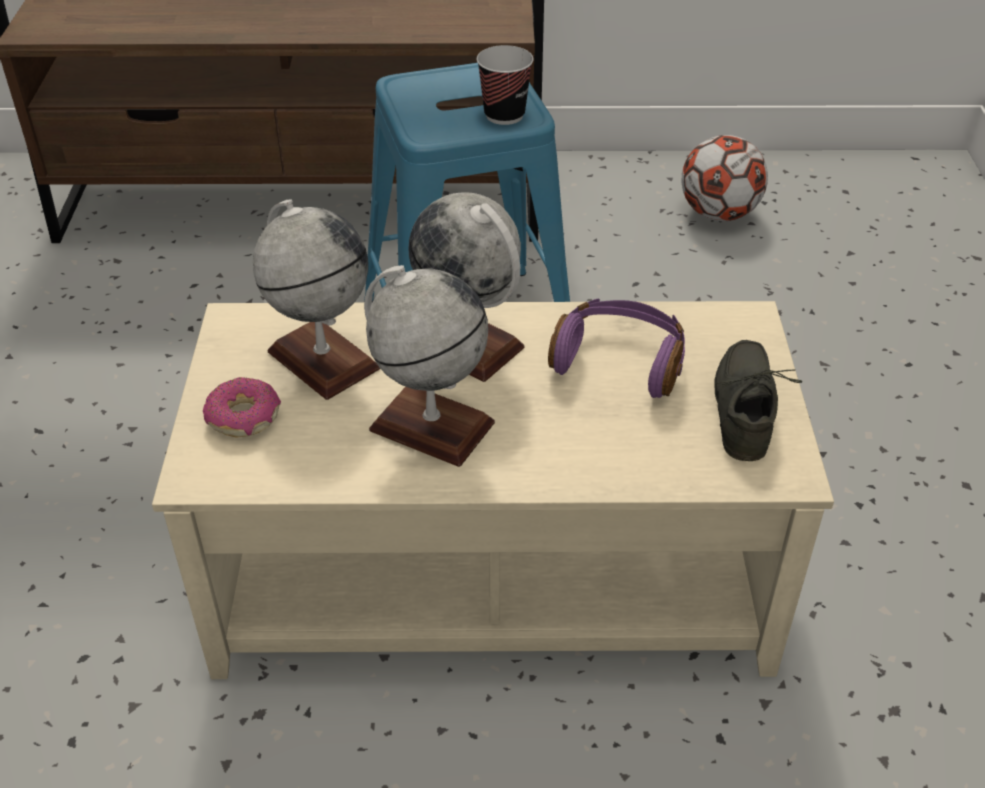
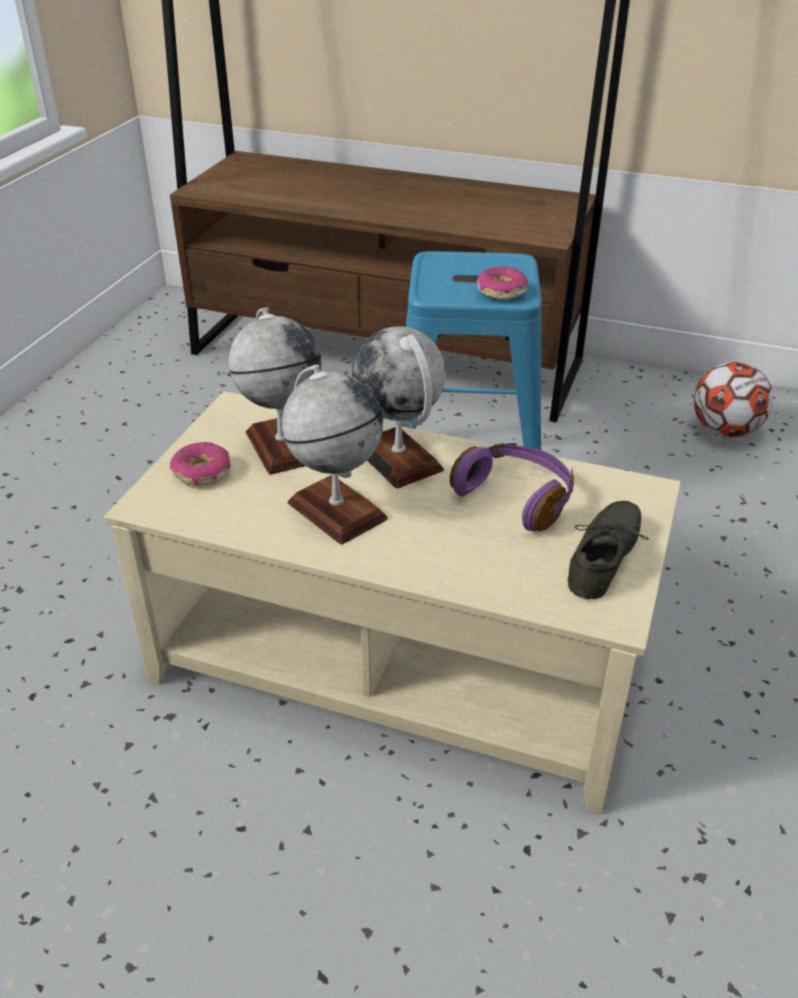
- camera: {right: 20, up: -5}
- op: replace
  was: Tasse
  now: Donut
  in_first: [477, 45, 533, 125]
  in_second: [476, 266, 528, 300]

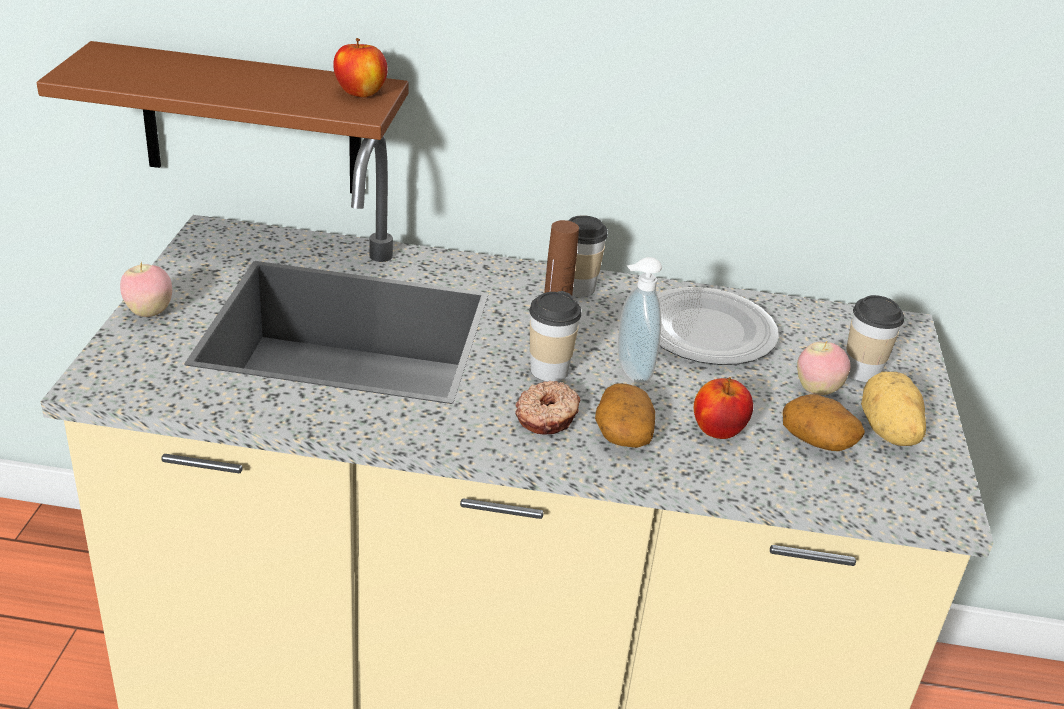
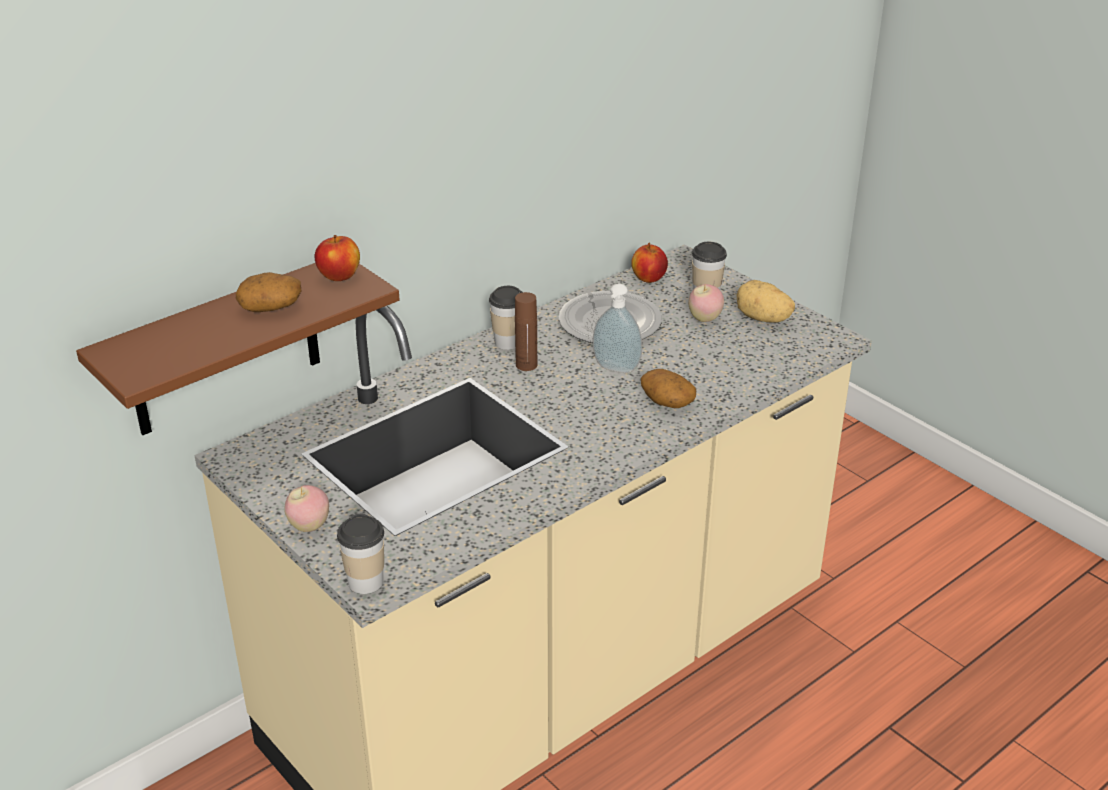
- camera: {right: -45, up: 0}
- op: delete
  was: Donut
  in_first: [515, 381, 580, 434]
- op: move
  was: Tasse
  in_first: [529, 291, 581, 382]
  in_second: [337, 514, 384, 594]
- op: move
  was: Apfel
  in_first: [694, 377, 753, 439]
  in_second: [631, 243, 668, 283]
- op: move
  was: Kartoffel
  in_first: [783, 394, 865, 451]
  in_second: [236, 272, 301, 312]

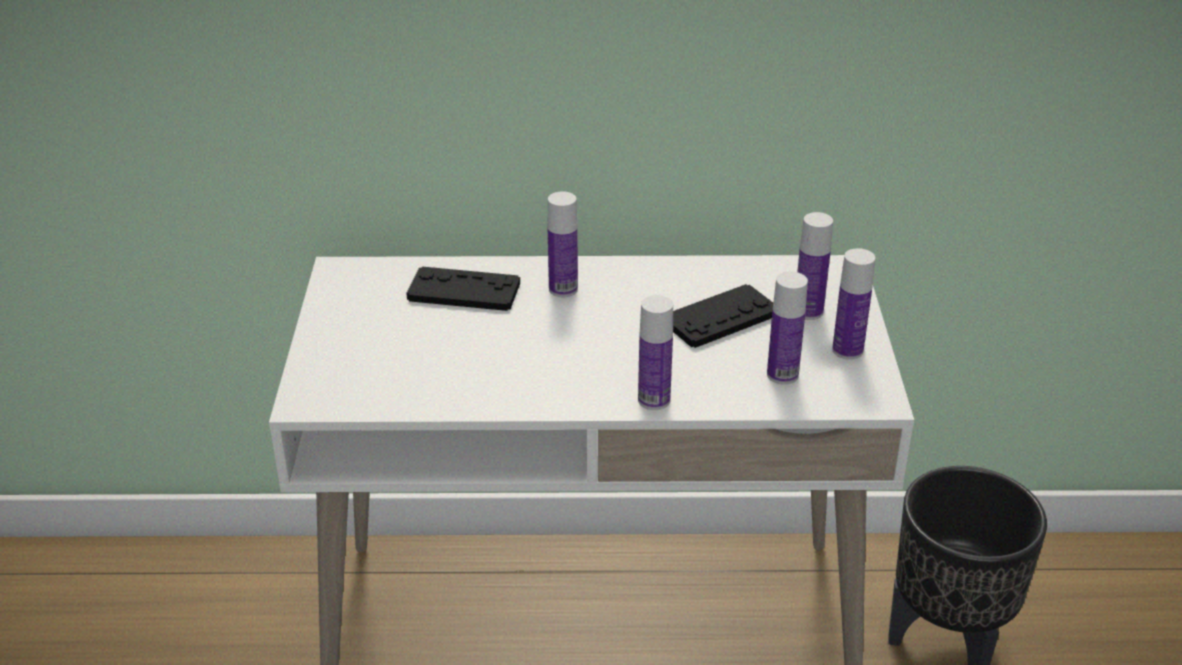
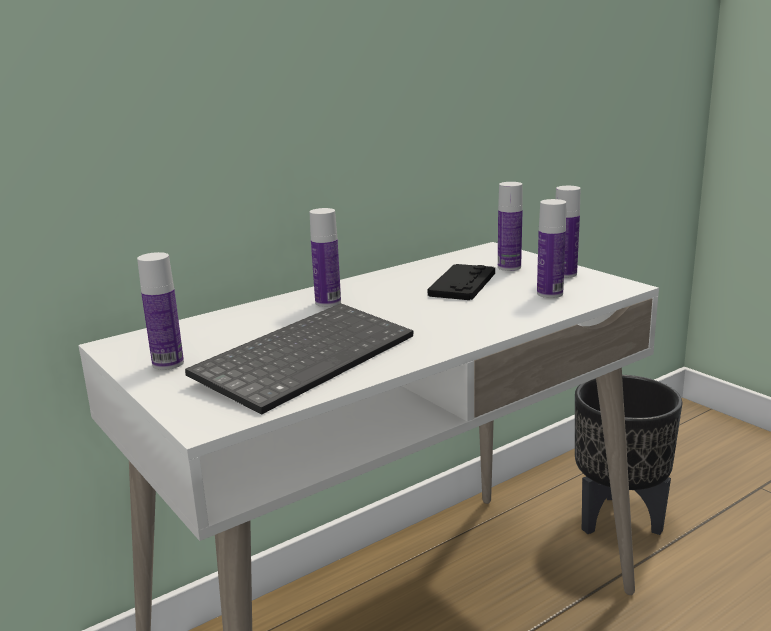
- camera: {right: -35, up: -15}
- op: delete
  was: Gamepad (schwarz)
  in_first: [406, 267, 520, 311]
- op: insert
  now: Tastatur
  in_second: [185, 303, 414, 415]
- op: move
  was: Flasche
  in_first: [638, 295, 673, 410]
  in_second: [137, 252, 184, 370]

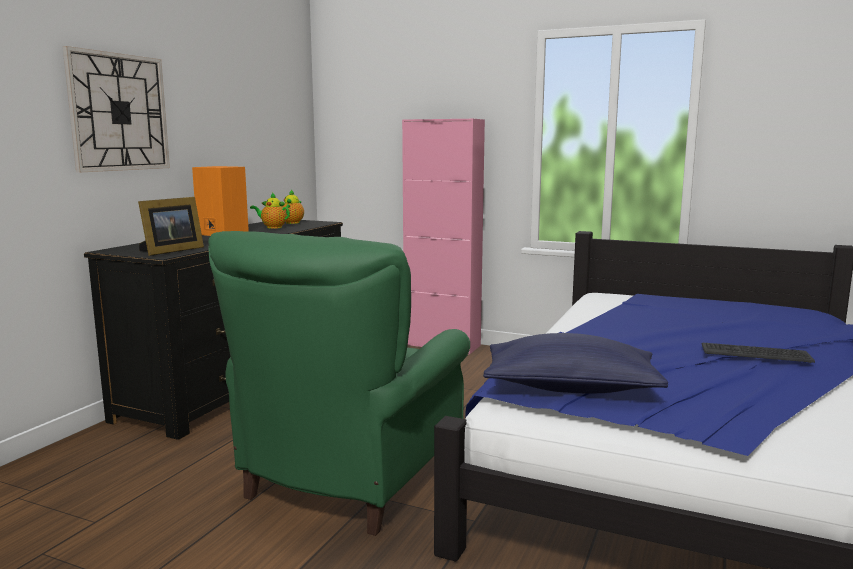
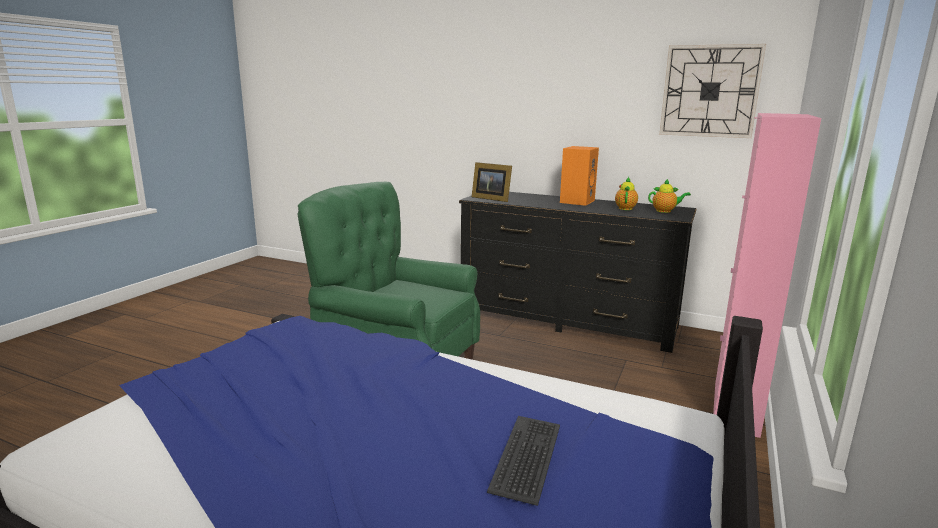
- camera: {right: 90, up: 5}
- op: delete
  was: Kissen (blau)
  in_first: [483, 333, 668, 394]
- op: move
  was: Wanduhr
  in_first: [63, 46, 170, 173]
  in_second: [659, 44, 766, 138]
- op: move
  was: Tastatur
  in_first: [702, 343, 815, 363]
  in_second: [487, 416, 560, 506]

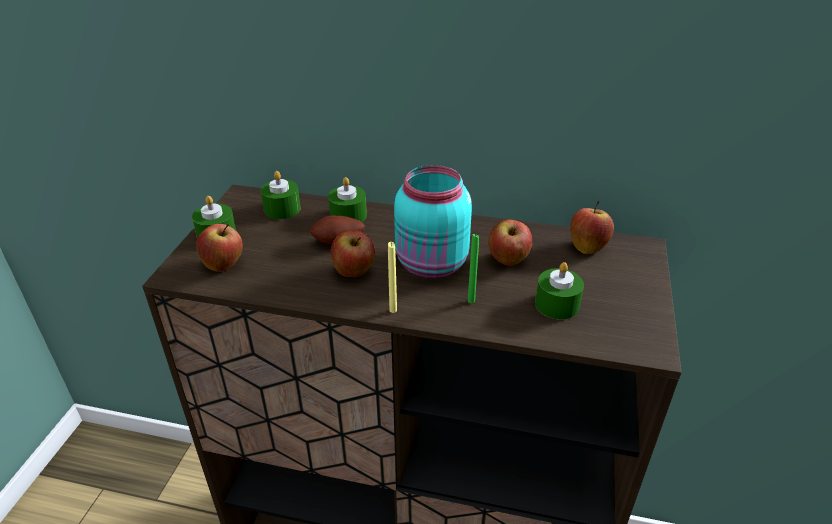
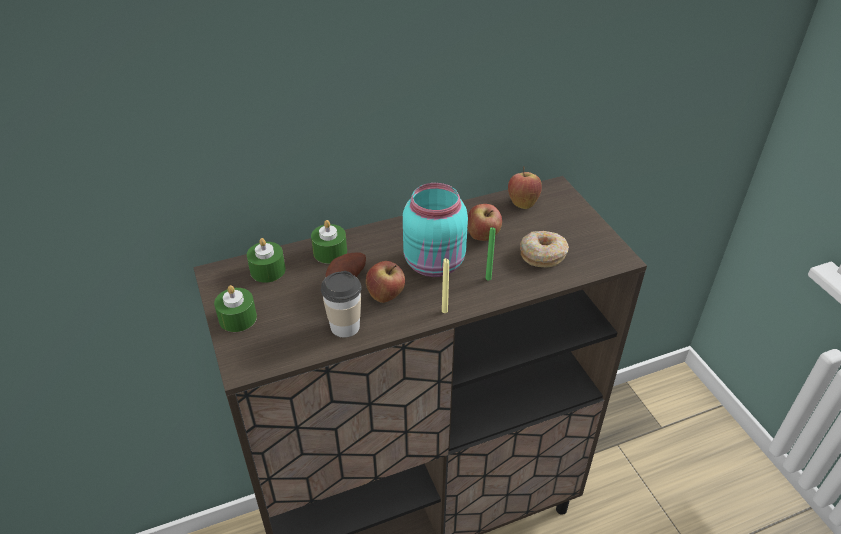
- camera: {right: -35, up: 5}
- op: delete
  was: Apfel
  in_first: [196, 224, 243, 272]
- op: insert
  now: Tasse
  in_second: [321, 271, 362, 338]
- op: replace
  was: Kerze (grün)
  now: Donut
  in_first: [535, 262, 584, 320]
  in_second: [520, 231, 569, 267]

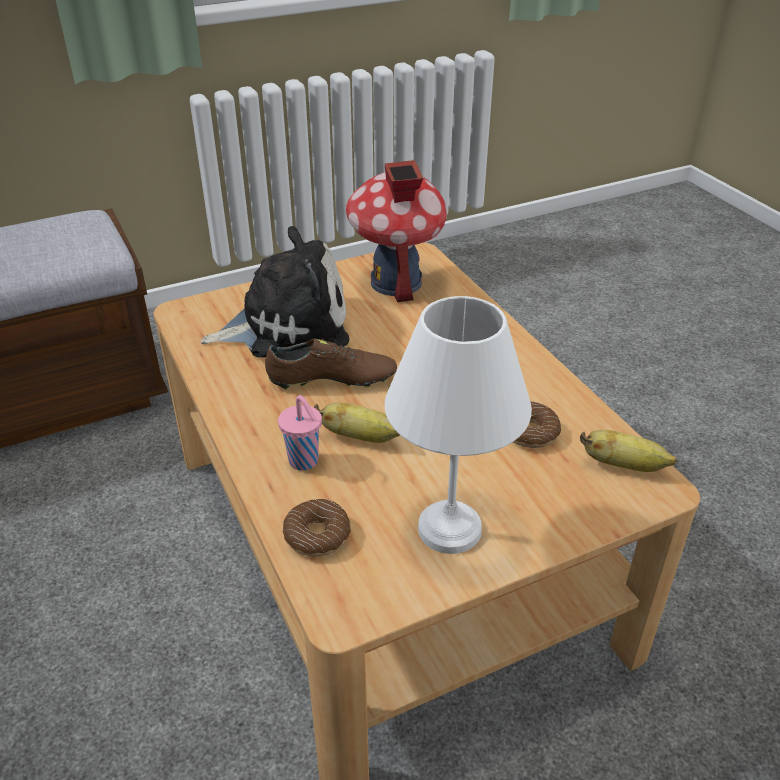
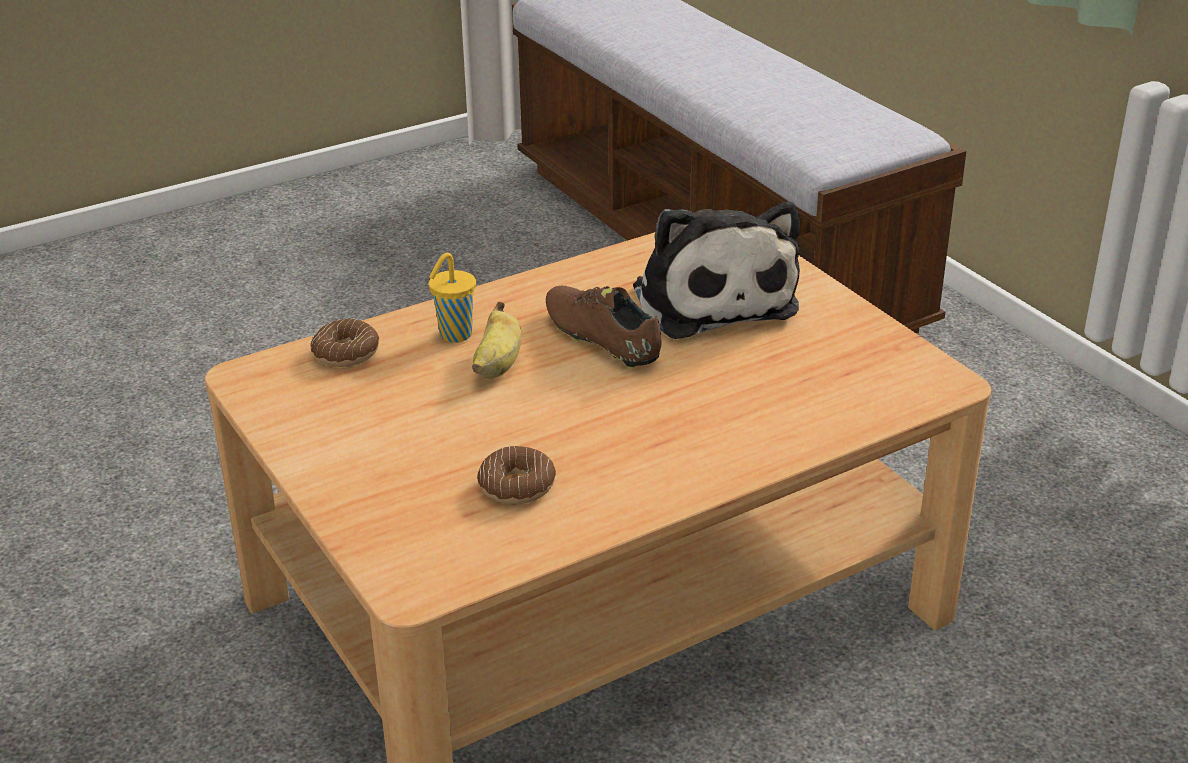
- camera: {right: 85, up: -5}
- op: delete
  was: Spielzeughaus
  in_first: [346, 160, 447, 302]
- op: delete
  was: Tischlampe (weiß)
  in_first: [385, 296, 532, 554]
- op: delete
  was: Banane
  in_first: [580, 430, 677, 472]
- op: recolor
  was: Tasse (rosa)
  now: Tasse (gelb)
  in_first: [278, 395, 322, 471]
  in_second: [429, 253, 476, 343]
- op: rotate
  was: Schuh (braun)
  in_first: [265, 339, 397, 389]
  in_second: [546, 286, 662, 369]
  clockwise: 150

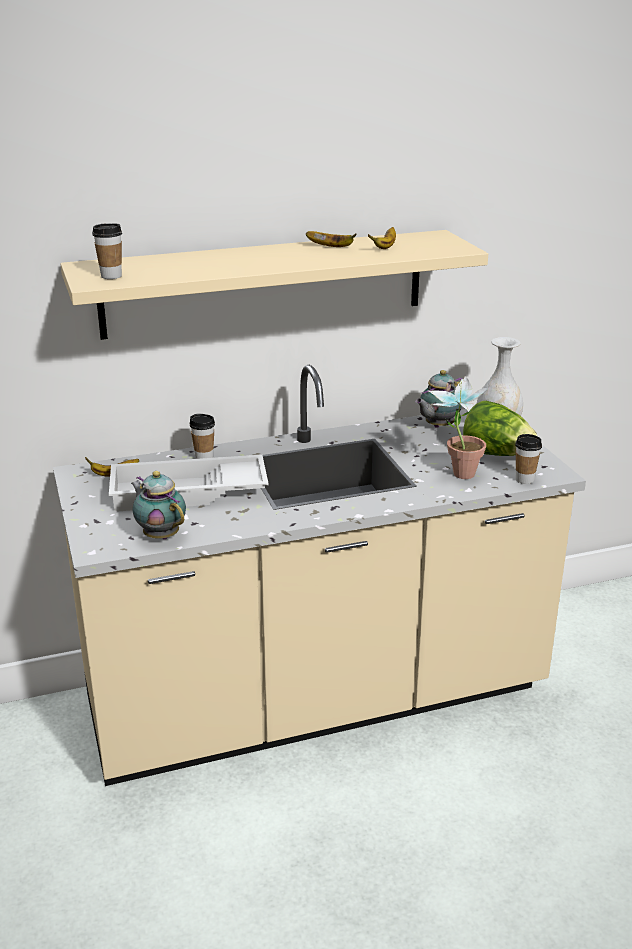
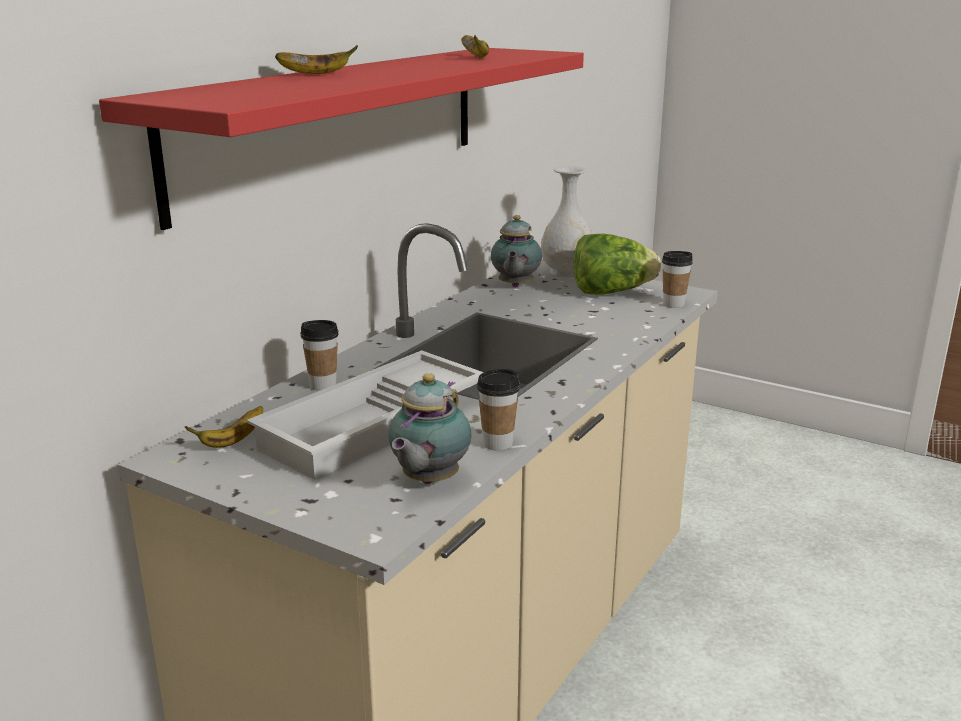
- camera: {right: -40, up: -5}
- op: delete
  was: Topfpflanze
  in_first: [428, 376, 491, 479]
- op: move
  was: Tasse
  in_first: [92, 223, 122, 279]
  in_second: [477, 369, 520, 451]
- op: move
  was: Banane
  in_first: [306, 231, 357, 247]
  in_second: [275, 45, 358, 74]
- op: recolor
  was: Wandregal (beige)
  now: Wandregal (rot)
  in_first: [60, 230, 488, 340]
  in_second: [99, 48, 584, 230]
- op: rotate
  was: Teekanne
  in_first: [131, 471, 186, 539]
  in_second: [388, 373, 472, 484]
  clockwise: -75

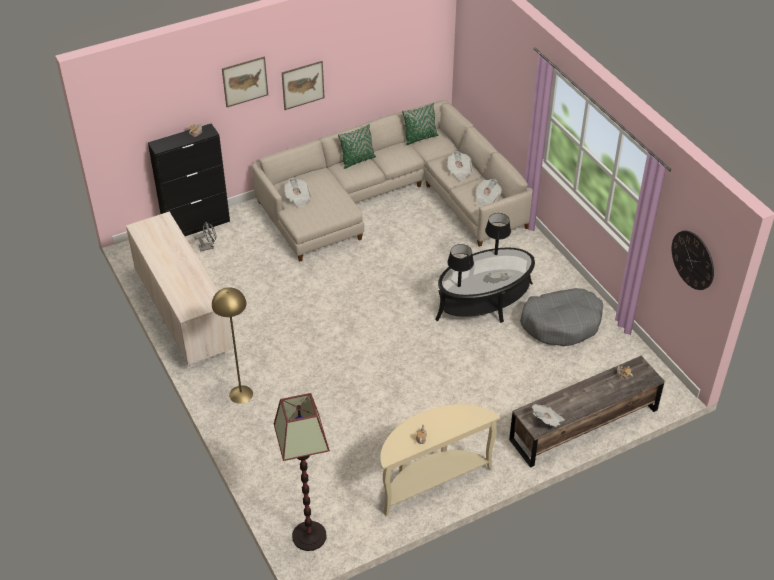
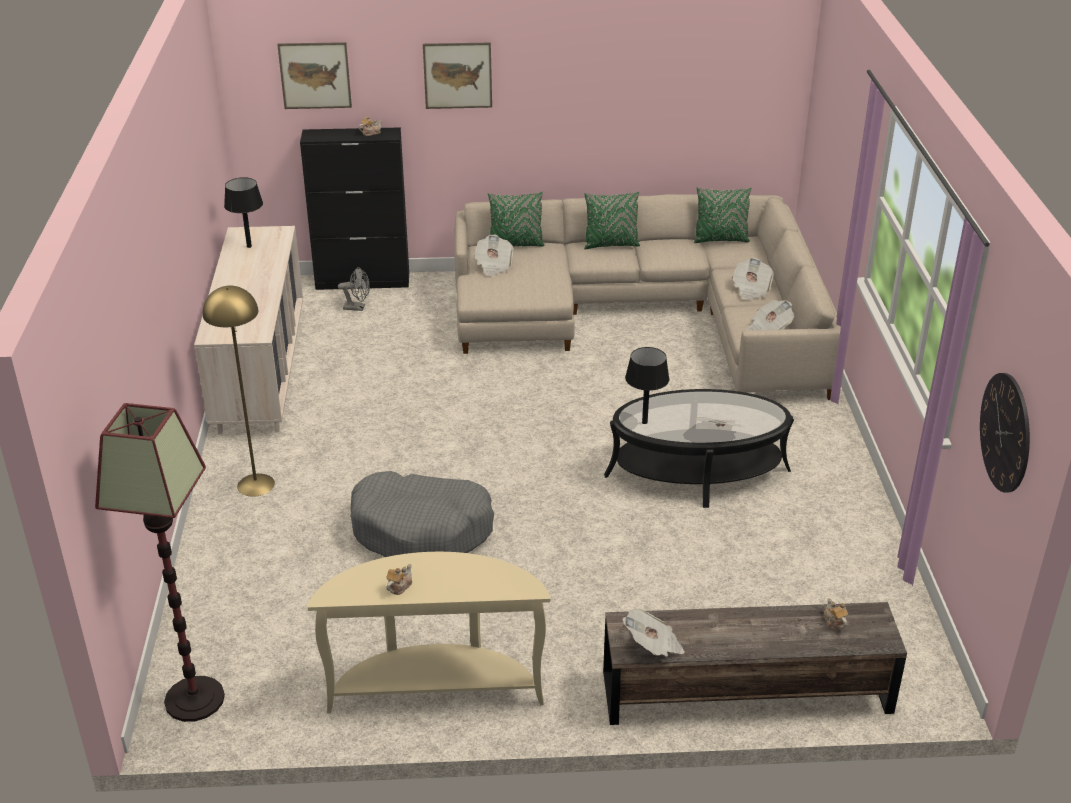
- camera: {right: 25, up: -10}
- op: insert
  now: Kissen (grün)
  in_second: [488, 192, 545, 247]
- op: move
  was: Bild
  in_first: [282, 61, 325, 110]
  in_second: [277, 42, 352, 109]
- op: move
  was: Tischlampe (schwarz)
  in_first: [485, 213, 511, 255]
  in_second: [224, 177, 263, 248]
- op: move
  was: Hundebett (grau)
  in_first: [520, 288, 603, 346]
  in_second: [351, 471, 494, 557]

